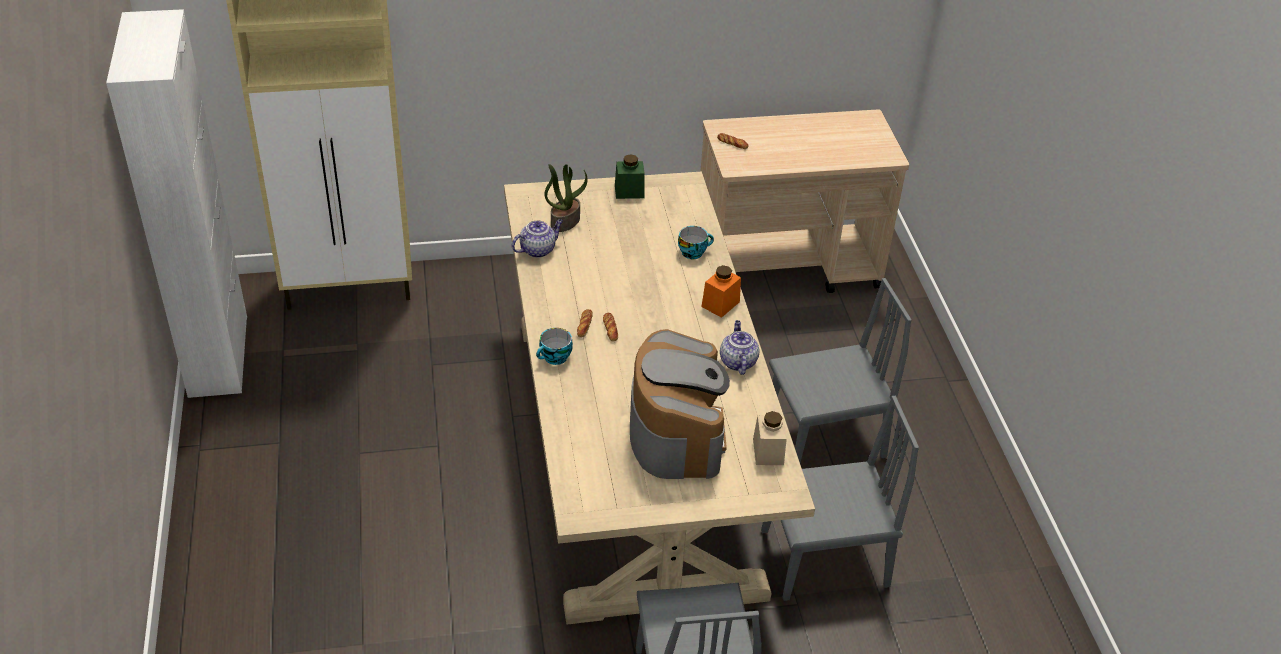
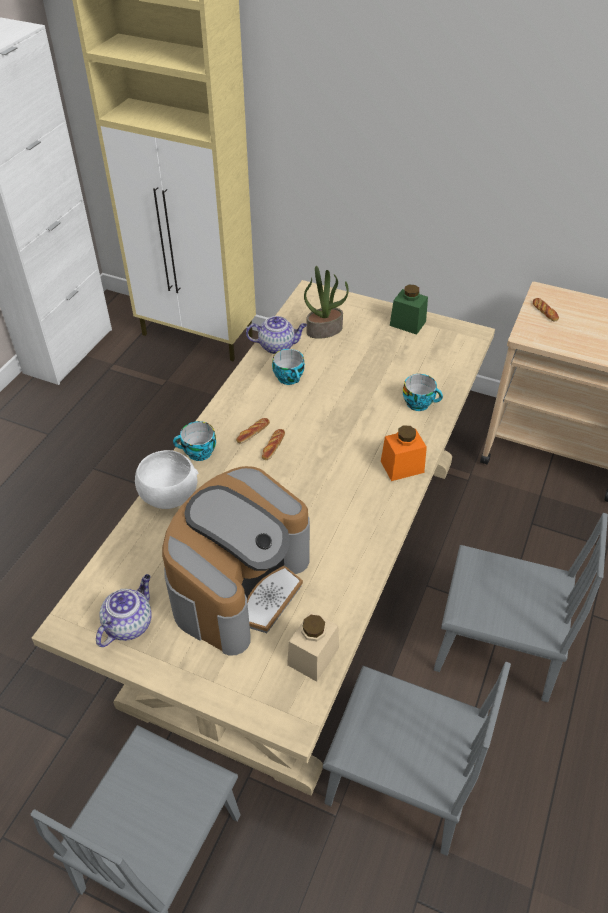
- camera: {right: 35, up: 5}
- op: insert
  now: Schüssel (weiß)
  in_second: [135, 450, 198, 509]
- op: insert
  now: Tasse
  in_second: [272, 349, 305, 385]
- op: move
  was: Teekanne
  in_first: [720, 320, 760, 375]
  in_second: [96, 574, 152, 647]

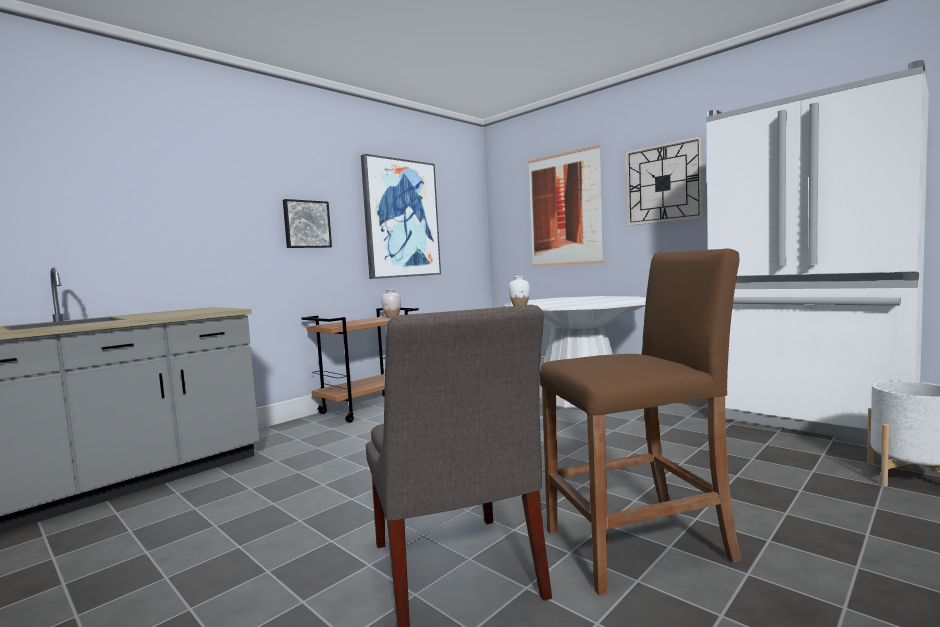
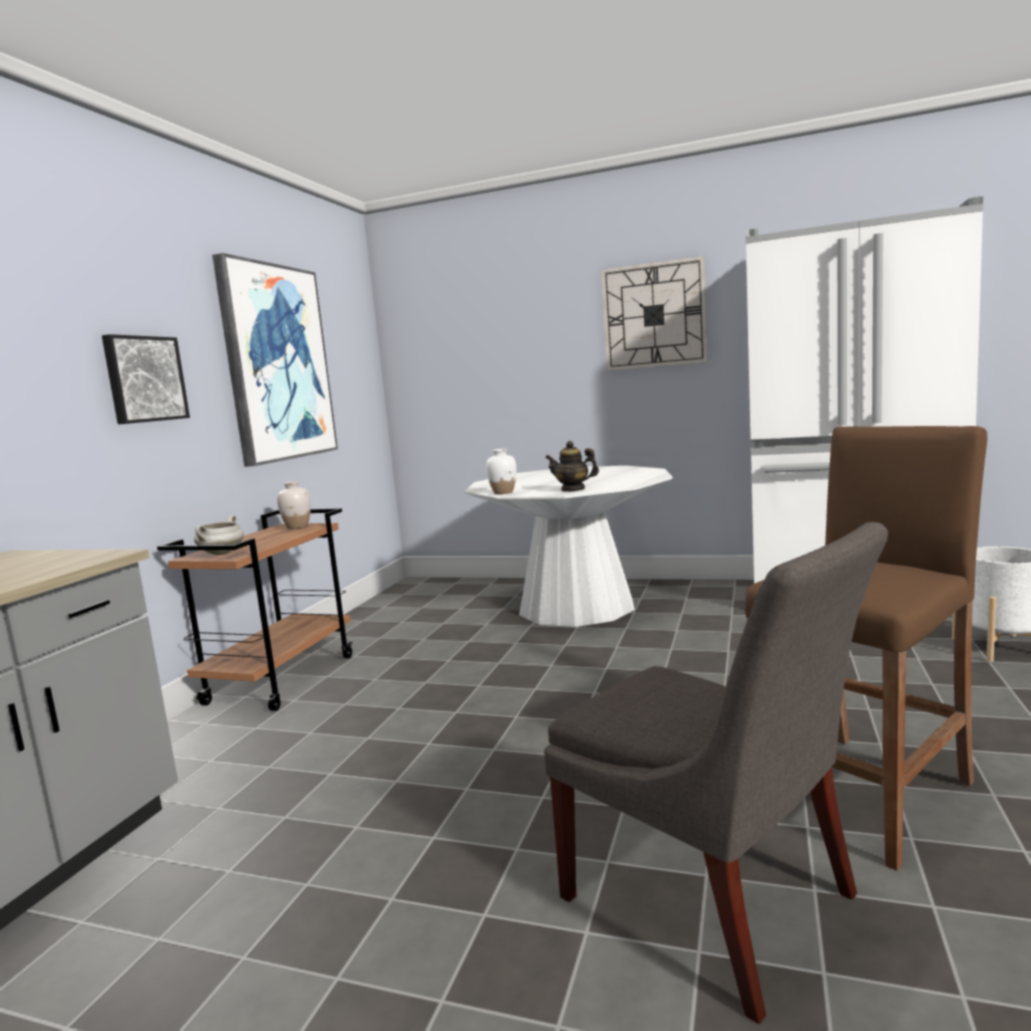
- camera: {right: -25, up: 5}
- op: delete
  was: Bild
  in_first: [528, 145, 603, 266]
- op: insert
  now: Kochtopf (weiß)
  in_second: [194, 515, 244, 555]
- op: insert
  now: Teekanne
  in_second: [545, 441, 599, 492]

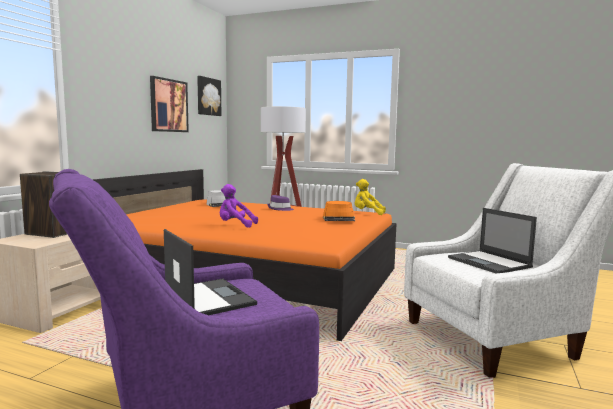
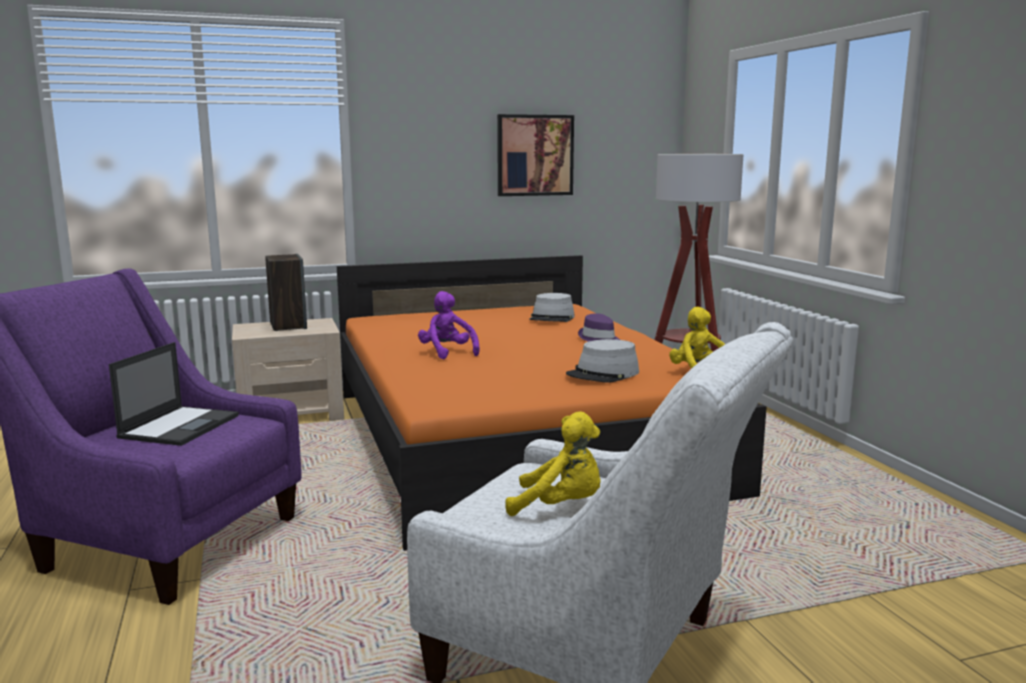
- camera: {right: 50, up: 5}
- op: delete
  was: Bild
  in_first: [197, 76, 221, 116]
- op: replace
  was: Laptop
  now: Plüschtier (gelb)
  in_first: [448, 208, 537, 274]
  in_second: [505, 412, 601, 516]
- op: recolor
  was: Hut (orange)
  now: Hut (grau)
  in_first: [323, 201, 355, 221]
  in_second: [566, 339, 639, 383]

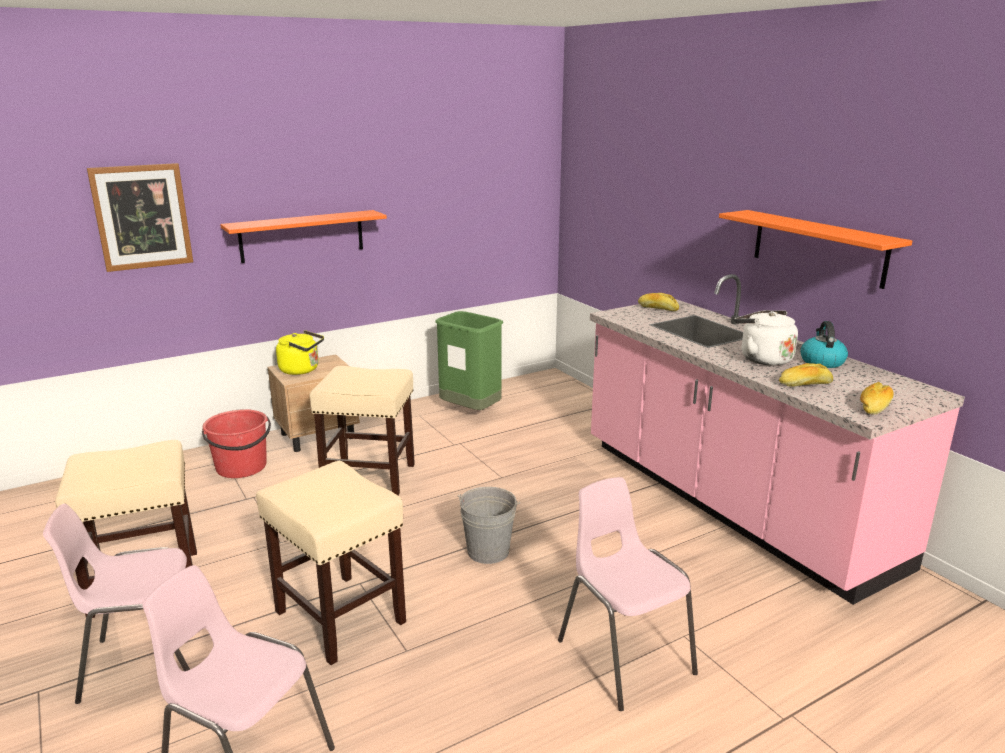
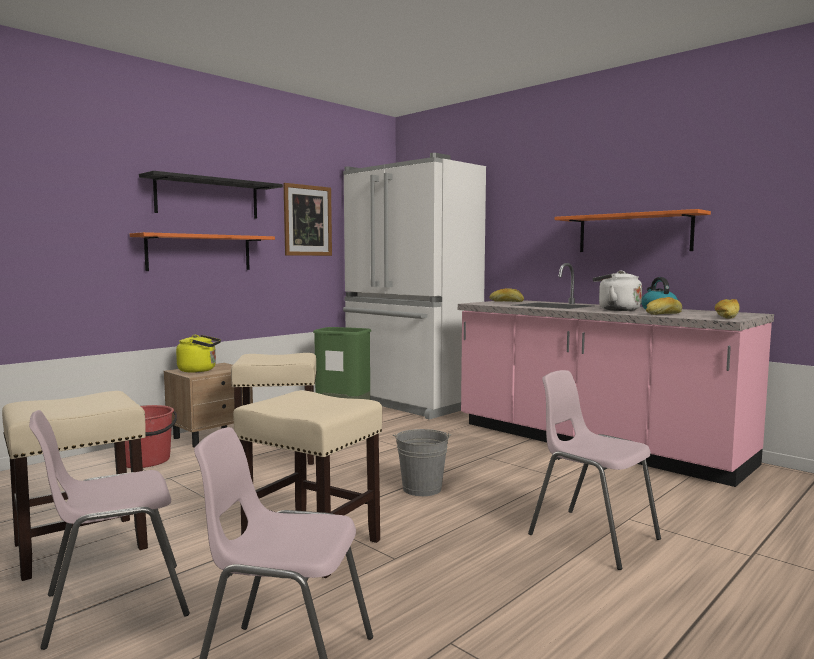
- camera: {right: -15, up: -15}
- op: insert
  now: Wandregal (schwarz)
  in_second: [139, 171, 283, 219]
- op: insert
  now: Kühlschrank (weiß)
  in_second: [343, 153, 486, 420]
- op: move
  was: Bild
  in_first: [87, 163, 193, 272]
  in_second: [283, 183, 332, 256]

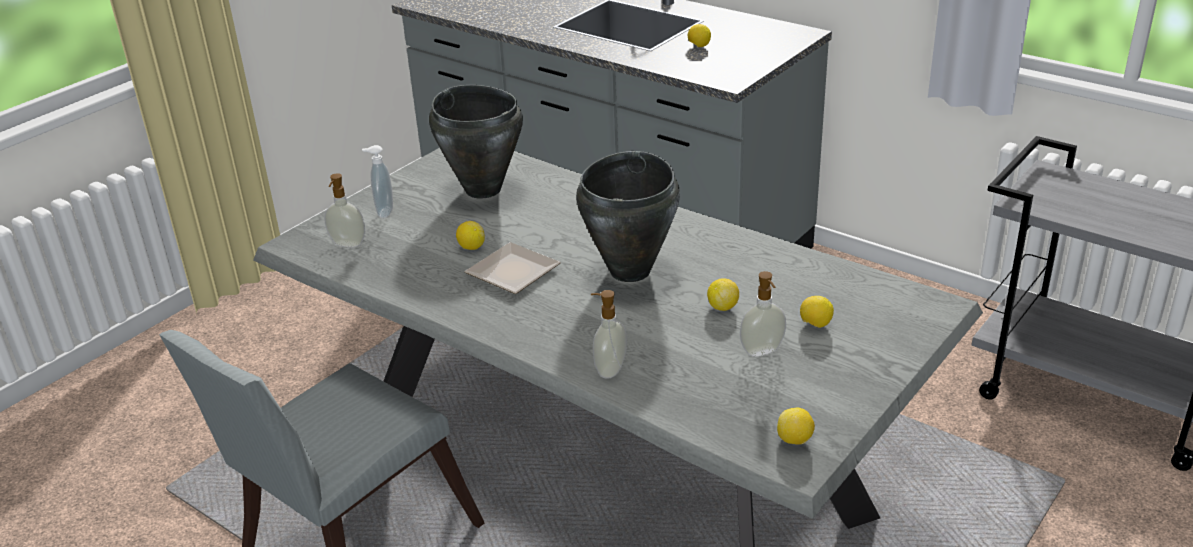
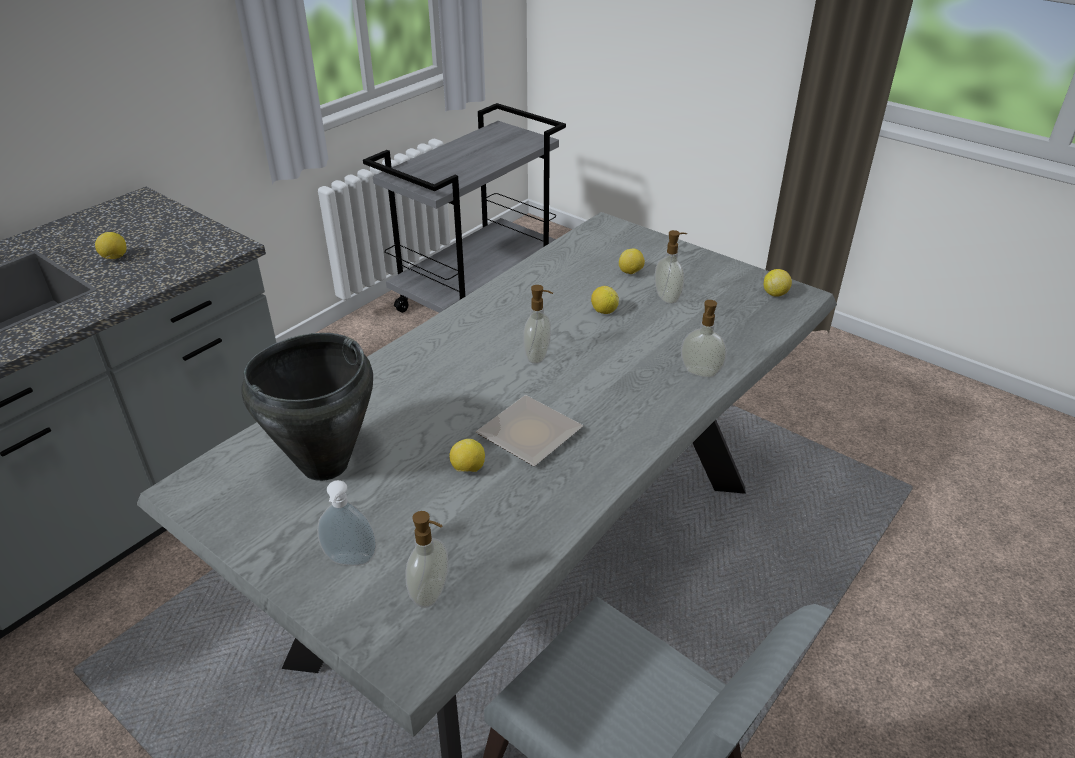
- camera: {right: -90, up: 5}
- op: replace
  was: Kochtopf (schwarz)
  now: Seifenspender
  in_first: [576, 151, 680, 282]
  in_second: [523, 285, 553, 364]

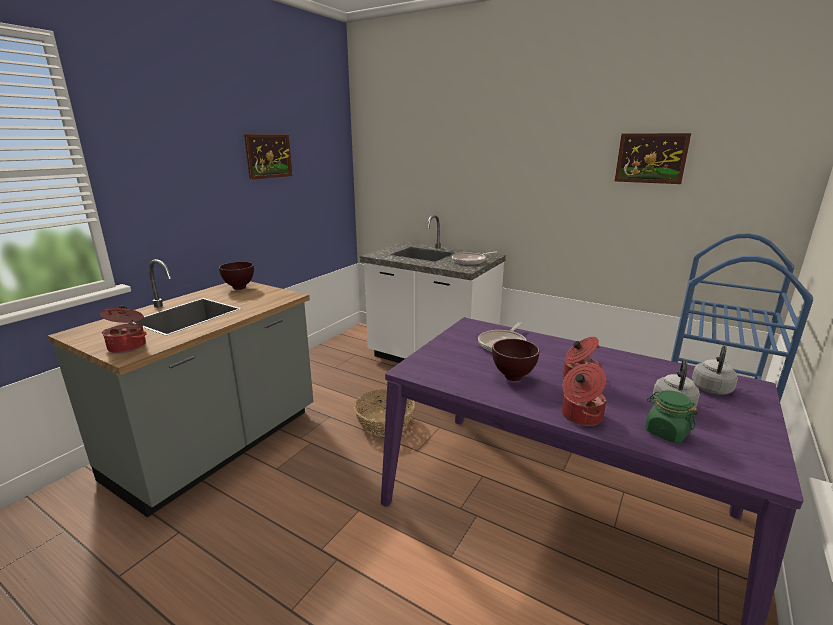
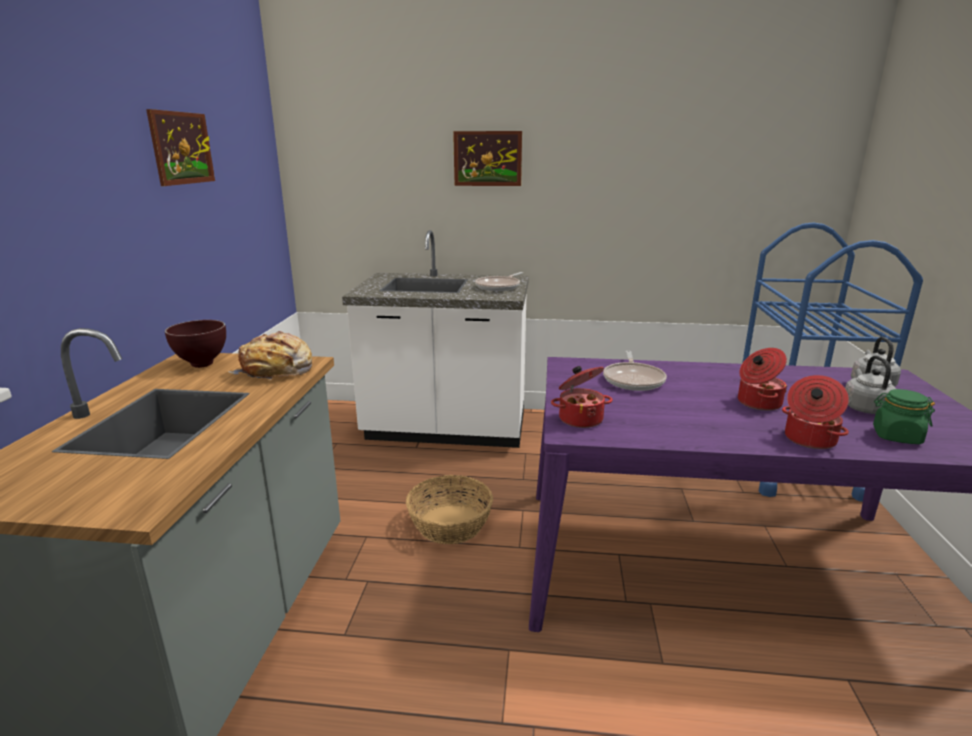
- camera: {right: -25, up: 0}
- op: delete
  was: Schüssel (braun)
  in_first: [492, 339, 539, 381]
- op: insert
  now: Brot
  in_second: [228, 331, 312, 381]
- op: move
  was: Kochtopf
  in_first: [99, 306, 147, 353]
  in_second: [551, 366, 613, 428]
- op: move
  was: Bild
  in_first: [615, 133, 691, 184]
  in_second: [453, 131, 522, 186]

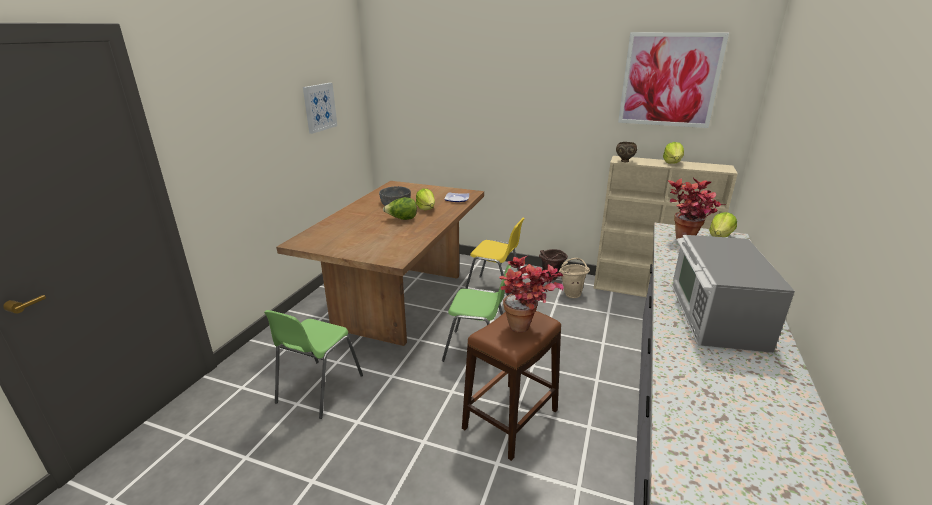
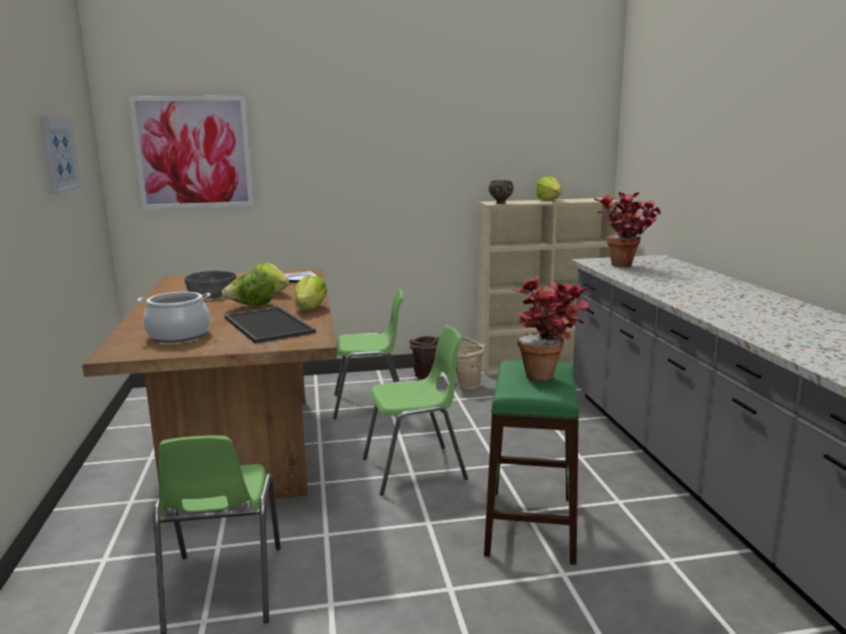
- camera: {right: -30, up: -10}
- op: delete
  was: Mikrowelle
  in_first: [672, 235, 795, 353]
- op: insert
  now: Kochtopf
  in_second: [137, 292, 211, 343]
- op: insert
  now: Tablett
  in_second: [225, 307, 316, 343]
- op: move
  was: Bild
  in_first: [618, 32, 729, 128]
  in_second: [128, 96, 254, 210]
- op: move
  was: Salatkopf
  in_first: [709, 212, 737, 237]
  in_second: [295, 275, 327, 310]
- op: recolor
  was: Hocker (braun)
  now: Hocker (grün)
  in_first: [462, 311, 561, 461]
  in_second: [484, 360, 579, 565]
- op: recolor
  was: Stuhl (gelb)
  now: Stuhl (grün)
  in_first: [465, 218, 525, 296]
  in_second: [333, 289, 403, 419]

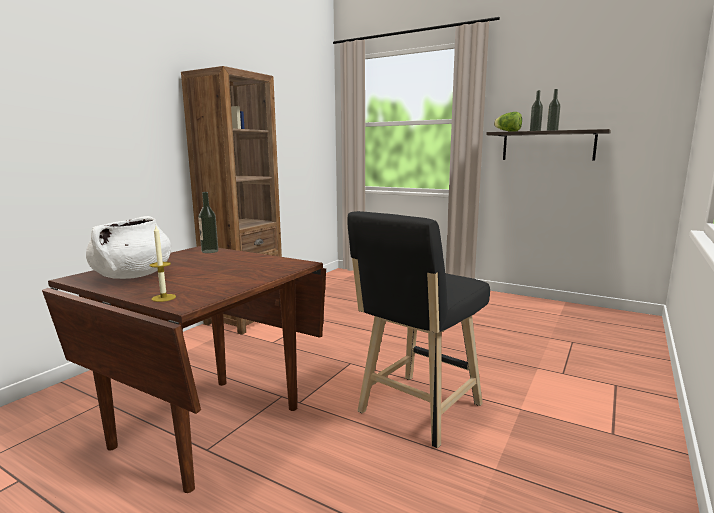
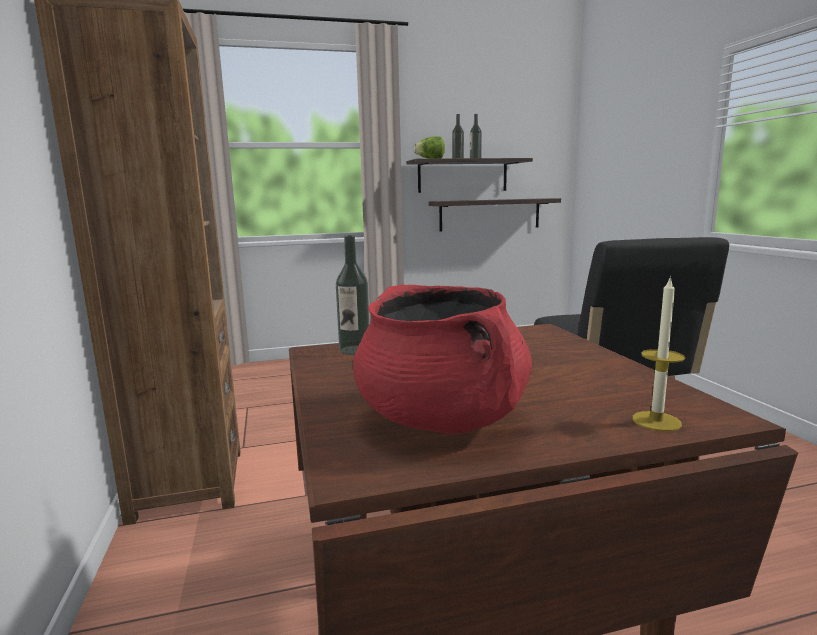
- camera: {right: -45, up: 0}
- op: insert
  now: Wandregal
  in_second: [429, 198, 561, 232]
- op: recolor
  was: Kochtopf (weiß)
  now: Kochtopf (rot)
  in_first: [86, 216, 171, 279]
  in_second: [353, 285, 532, 434]

